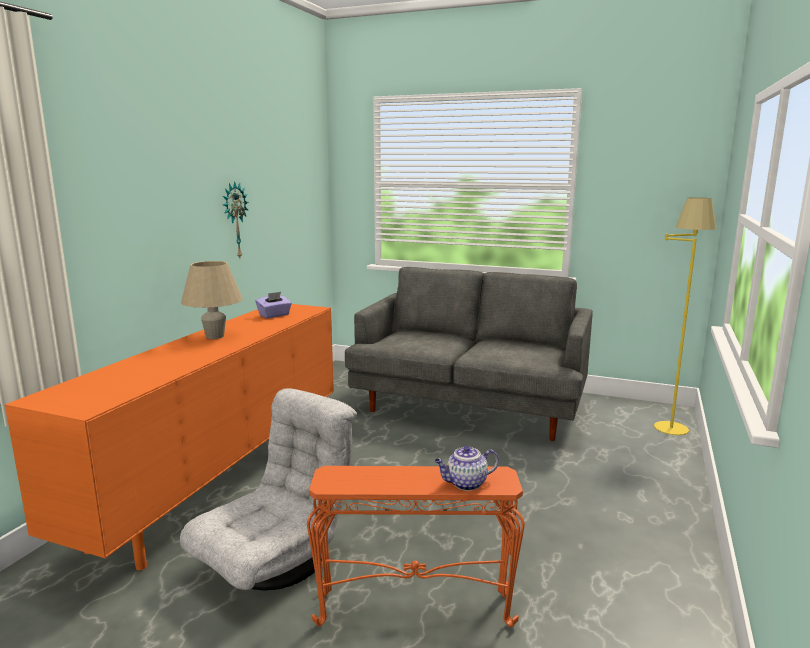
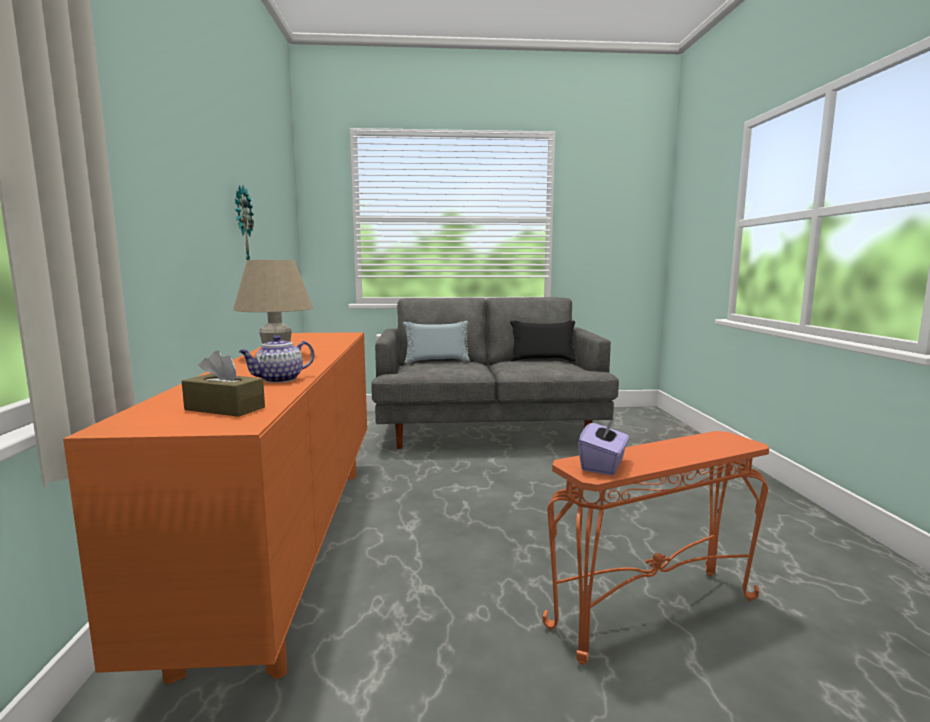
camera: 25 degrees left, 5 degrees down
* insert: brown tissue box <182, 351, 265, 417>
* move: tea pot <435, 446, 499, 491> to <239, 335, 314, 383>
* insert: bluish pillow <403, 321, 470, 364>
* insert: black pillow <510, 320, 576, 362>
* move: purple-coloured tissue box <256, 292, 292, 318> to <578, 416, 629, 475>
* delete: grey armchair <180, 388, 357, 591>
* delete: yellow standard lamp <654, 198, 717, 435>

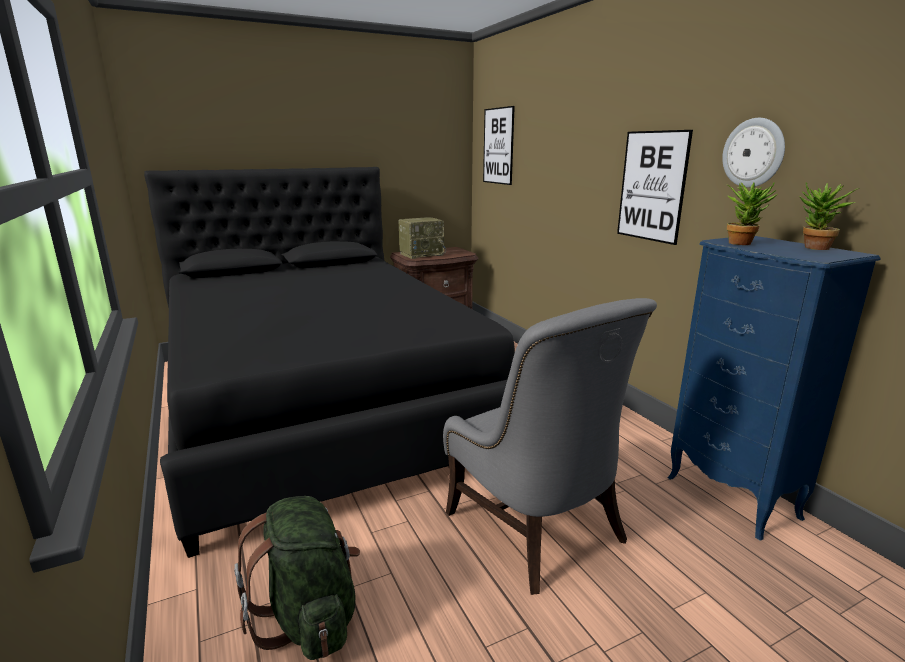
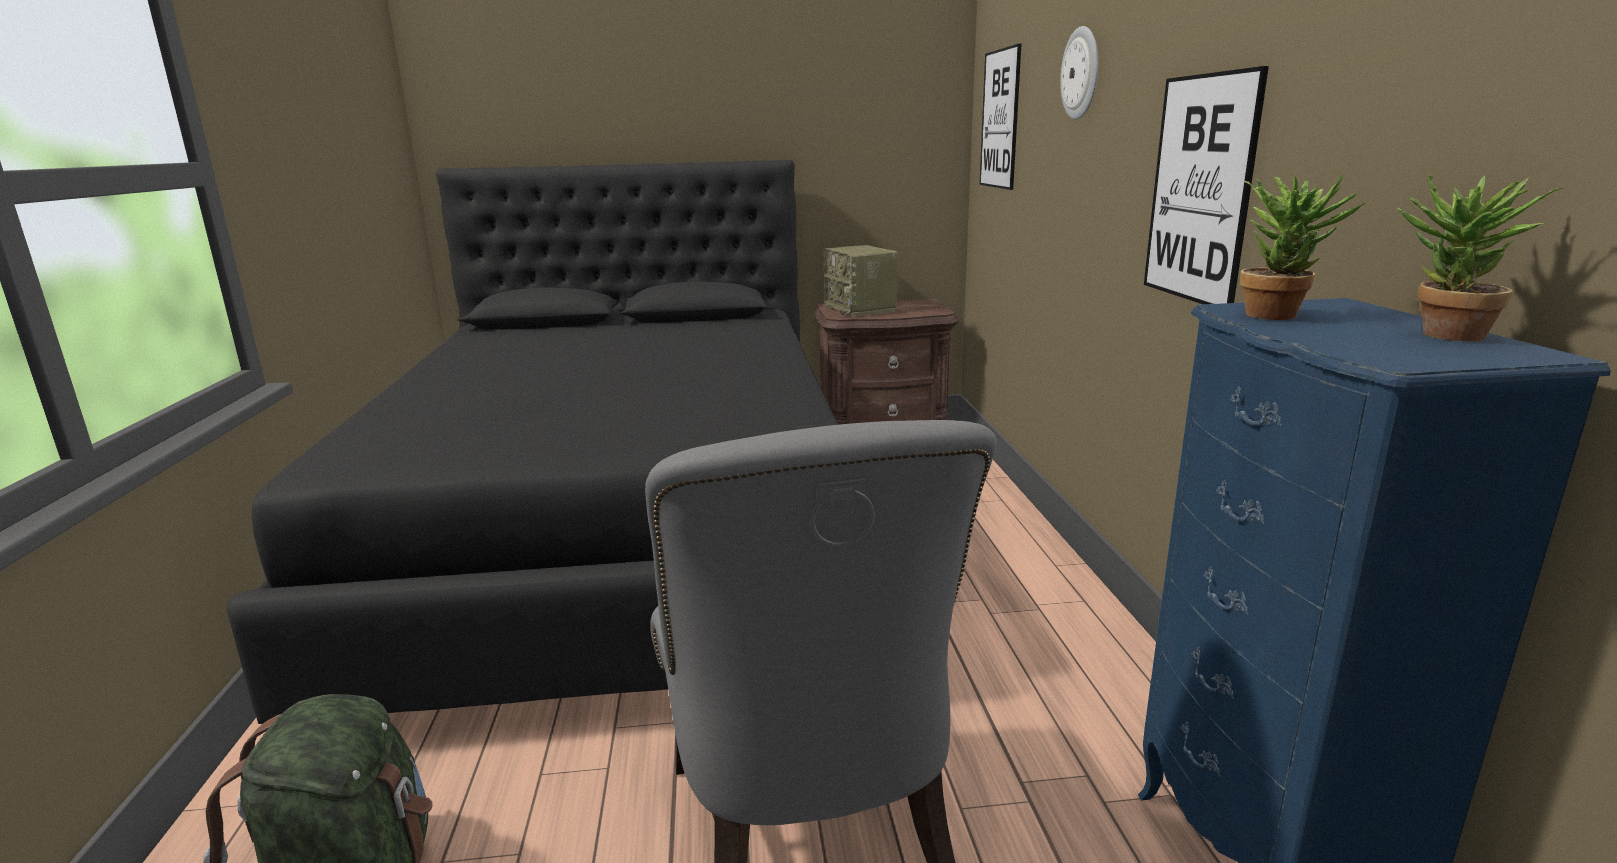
camera: 20 degrees right, 0 degrees up
* rotate: radio receiver <398, 217, 446, 259> = <824, 245, 898, 317> 75 degrees clockwise
* move: clock on the wall <722, 118, 785, 188> to <1060, 26, 1098, 119>

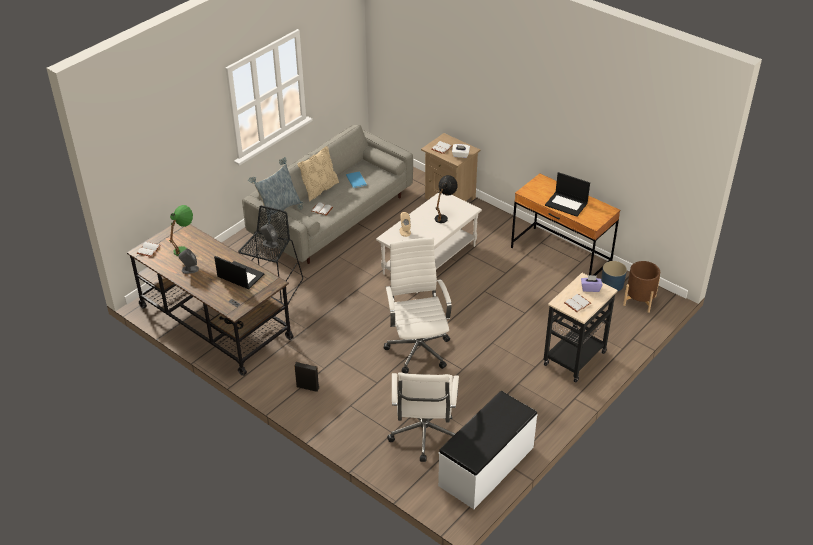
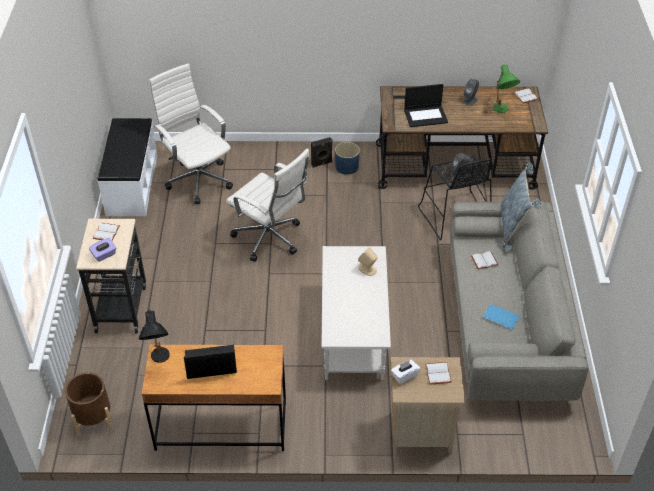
camera: 140 degrees right, 5 degrees up
* move: black table lamp <435, 175, 458, 223> to <139, 310, 170, 363>
* move: bluish flower pot <601, 261, 627, 292> to <335, 142, 360, 175>
* delete: beige-coloured pillow <297, 146, 339, 202>

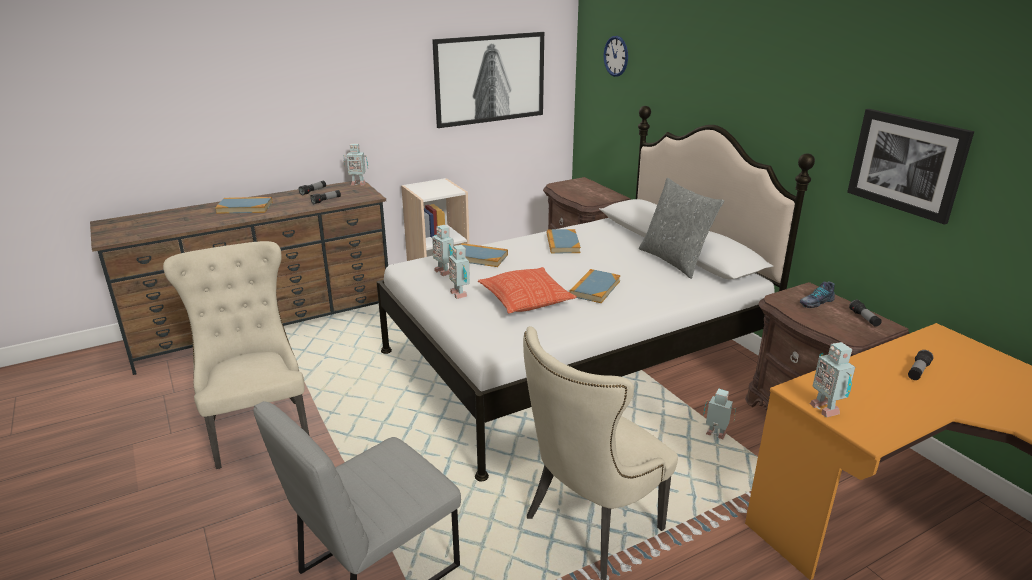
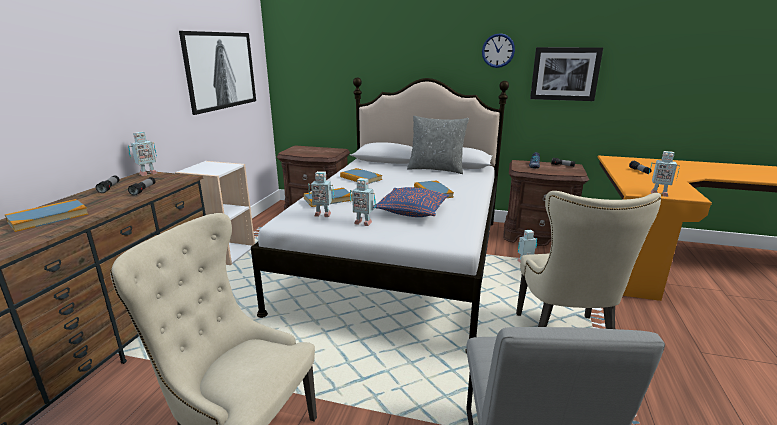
camera: 45 degrees left, 5 degrees down
* recolor: orange-coloured pillow <478, 267, 577, 314> to bluish pillow <373, 187, 449, 217>
* move: clock on the wall <604, 36, 628, 77> to <482, 33, 515, 68>

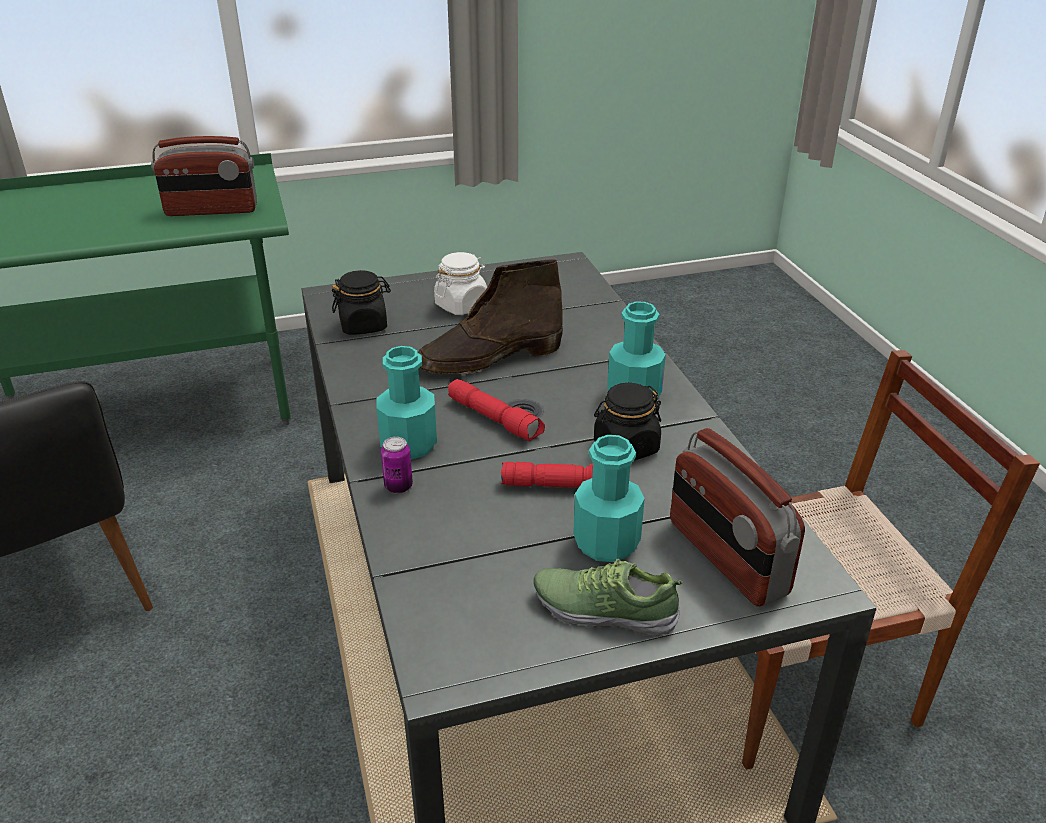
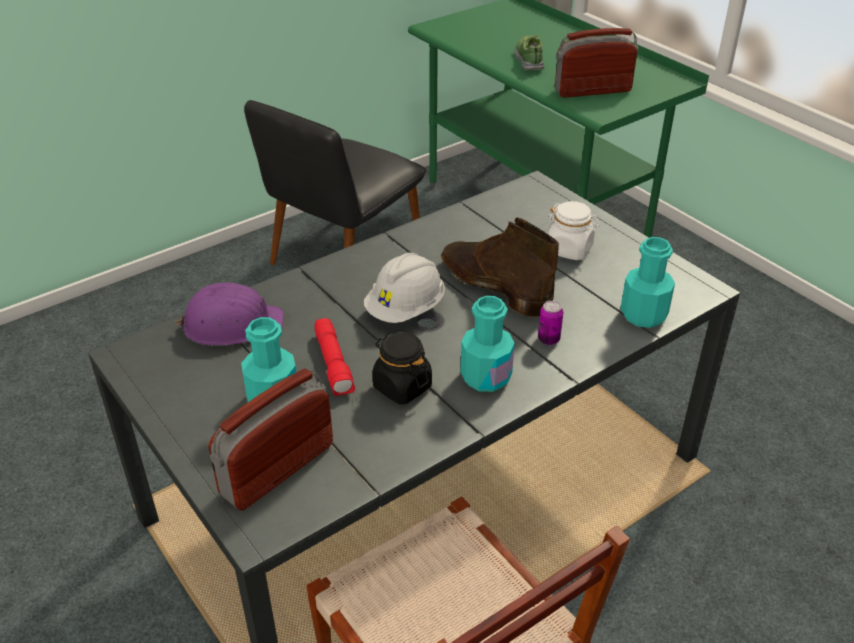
camera: 70 degrees right, 5 degrees up
* insert: purple-coloured hard hat <175, 283, 284, 346>
* replace: red hand torch <448, 379, 545, 442> to white hard hat <364, 253, 445, 323>
* move: shoe <533, 559, 683, 636> to <514, 35, 544, 71>
* move: sealed can <381, 437, 413, 494> to <538, 301, 563, 345>
* rotate: radio receiver <151, 136, 257, 216> = <555, 28, 638, 98> 105 degrees clockwise
* move: turquoise drink bottle <377, 346, 437, 460> to <621, 237, 675, 328>
* delete: black jar <332, 270, 391, 335>

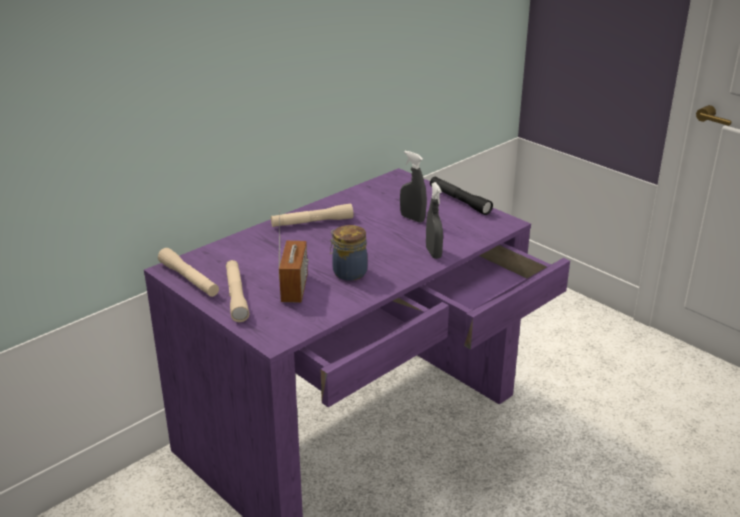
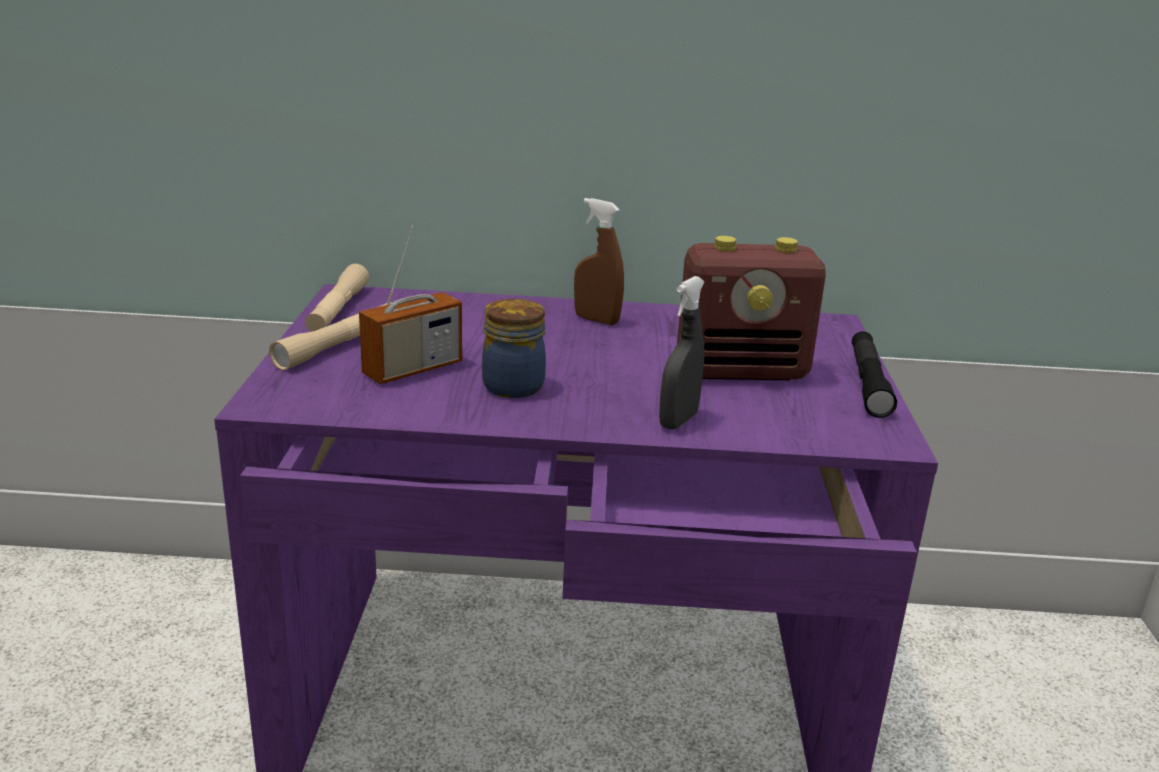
camera: 45 degrees right, 5 degrees down
* replace: beige-coloured hand torch <271, 203, 354, 227> to brown hand sprayer <574, 198, 624, 325>
* replace: grey hand sprayer <400, 151, 427, 223> to radio receiver <677, 236, 826, 380>

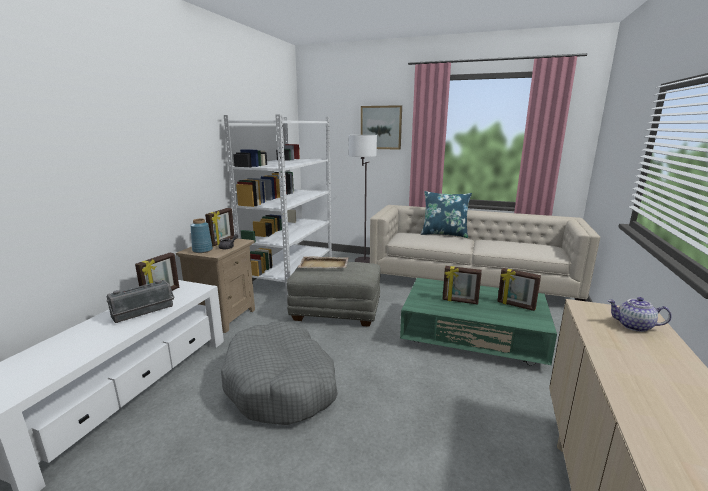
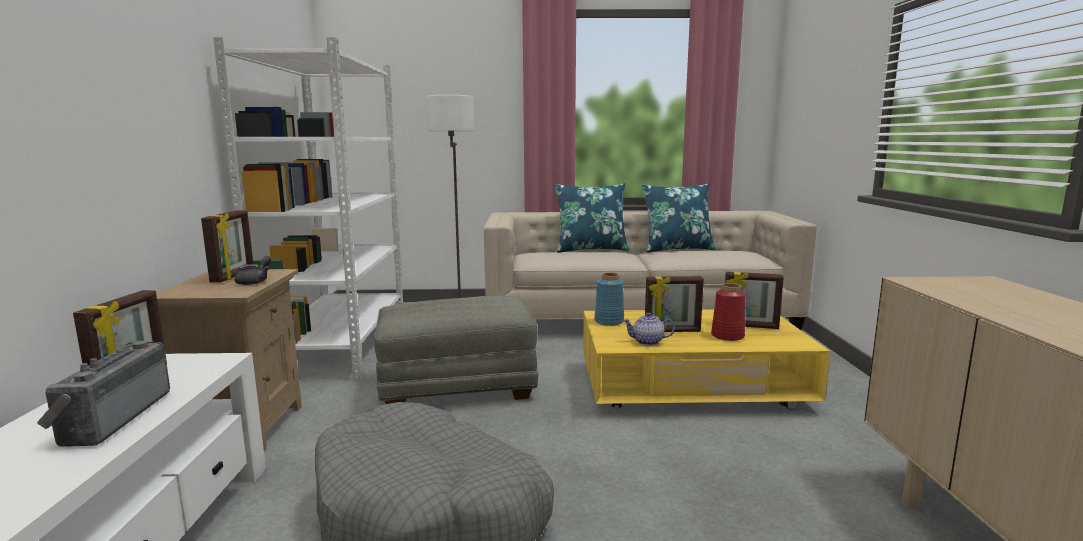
camera: 20 degrees left, 5 degrees down
* rotate: radio receiver <107, 280, 174, 323> = <37, 341, 170, 447> 150 degrees clockwise
* recolor: green lounge table <400, 278, 557, 366> to yellow lounge table <583, 309, 830, 410>
* move: bluish decorative vase <190, 219, 213, 253> to <594, 272, 624, 326>
* move: tea pot <608, 297, 672, 332> to <623, 312, 675, 346>
* insert: bluish pillow <641, 183, 716, 253>
* insert: red decorative vase <711, 283, 745, 341>
* delete: beige-coloured tray <297, 256, 349, 268>
* delete: wall picture <361, 105, 402, 150>

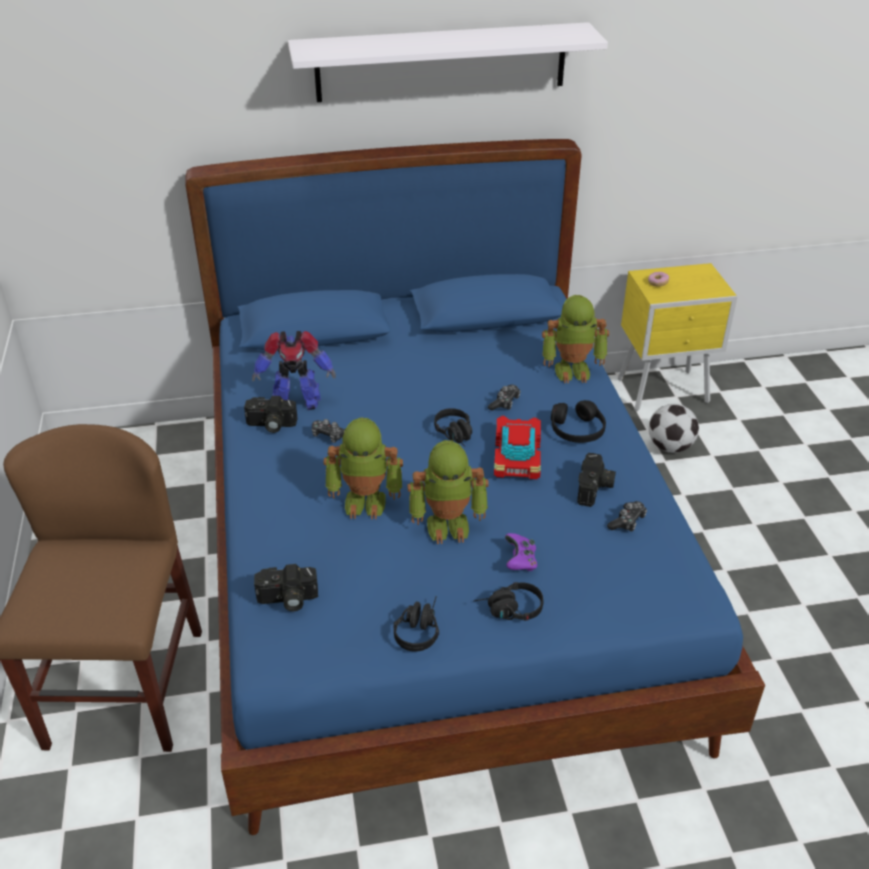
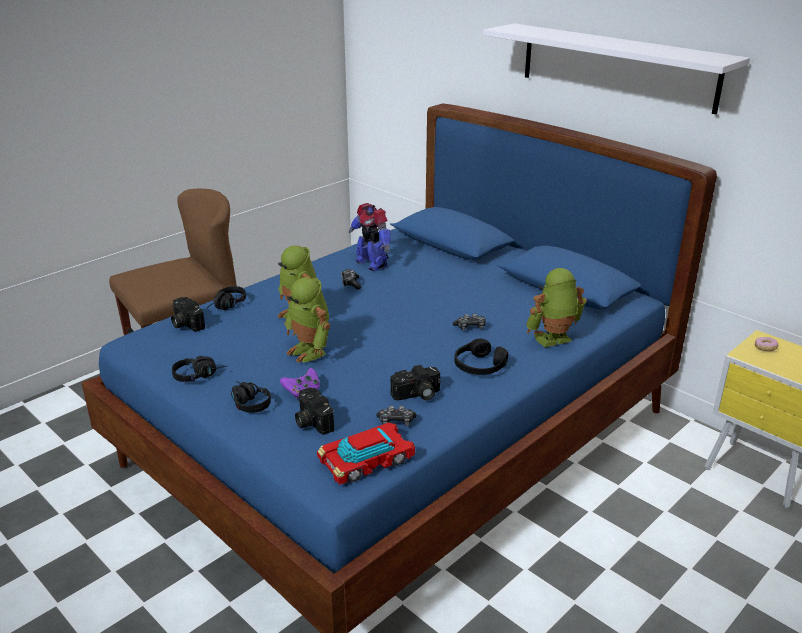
camera: 55 degrees right, 10 degrees down
* move: black headset <434, 408, 472, 447> to <207, 286, 246, 310>
* move: still camera <244, 396, 298, 433> to <295, 387, 334, 435>
* move: model car <494, 416, 541, 479> to <317, 422, 415, 485>
* rotate: model robot <542, 295, 609, 383> = <526, 268, 587, 347> 105 degrees clockwise
* delete: football <649, 404, 699, 453>

